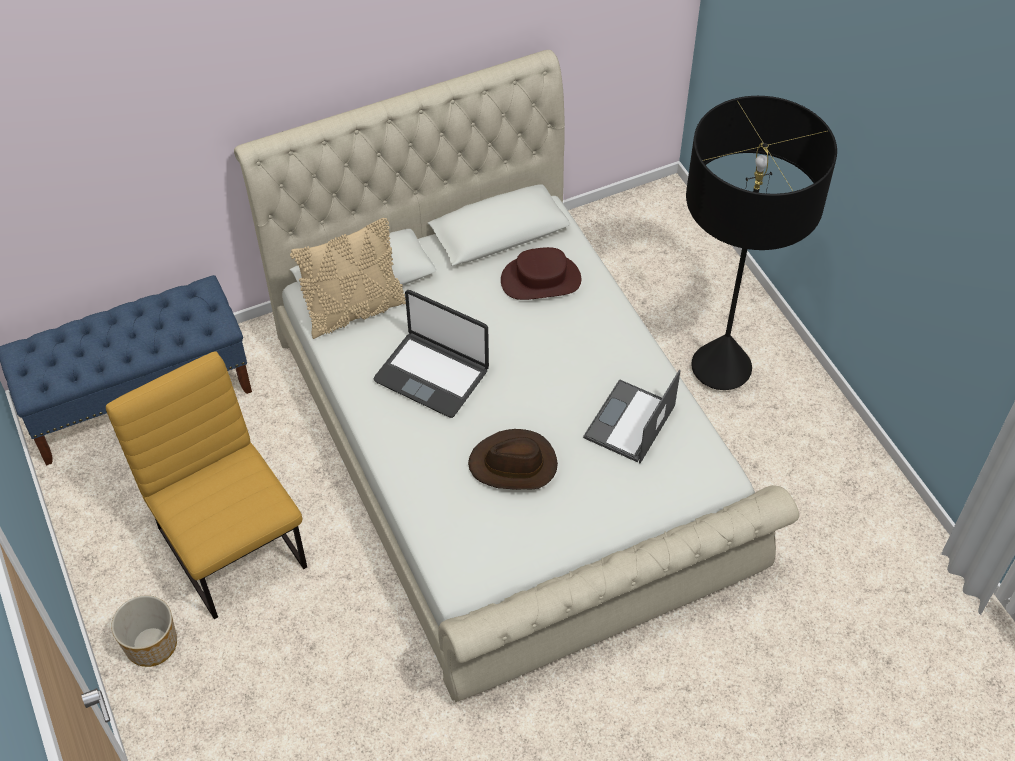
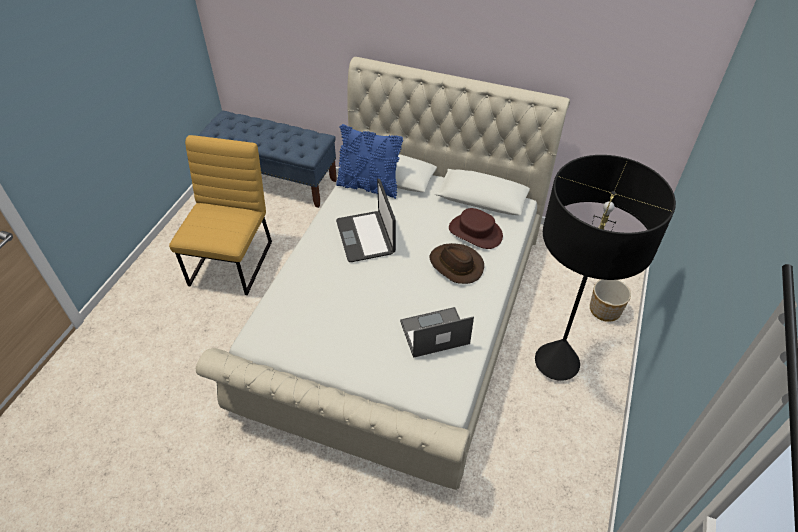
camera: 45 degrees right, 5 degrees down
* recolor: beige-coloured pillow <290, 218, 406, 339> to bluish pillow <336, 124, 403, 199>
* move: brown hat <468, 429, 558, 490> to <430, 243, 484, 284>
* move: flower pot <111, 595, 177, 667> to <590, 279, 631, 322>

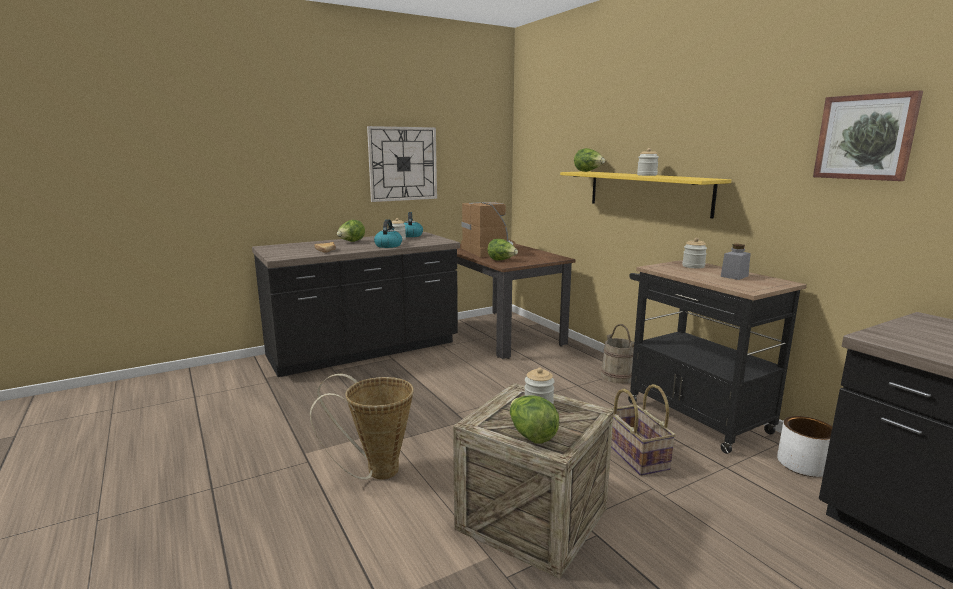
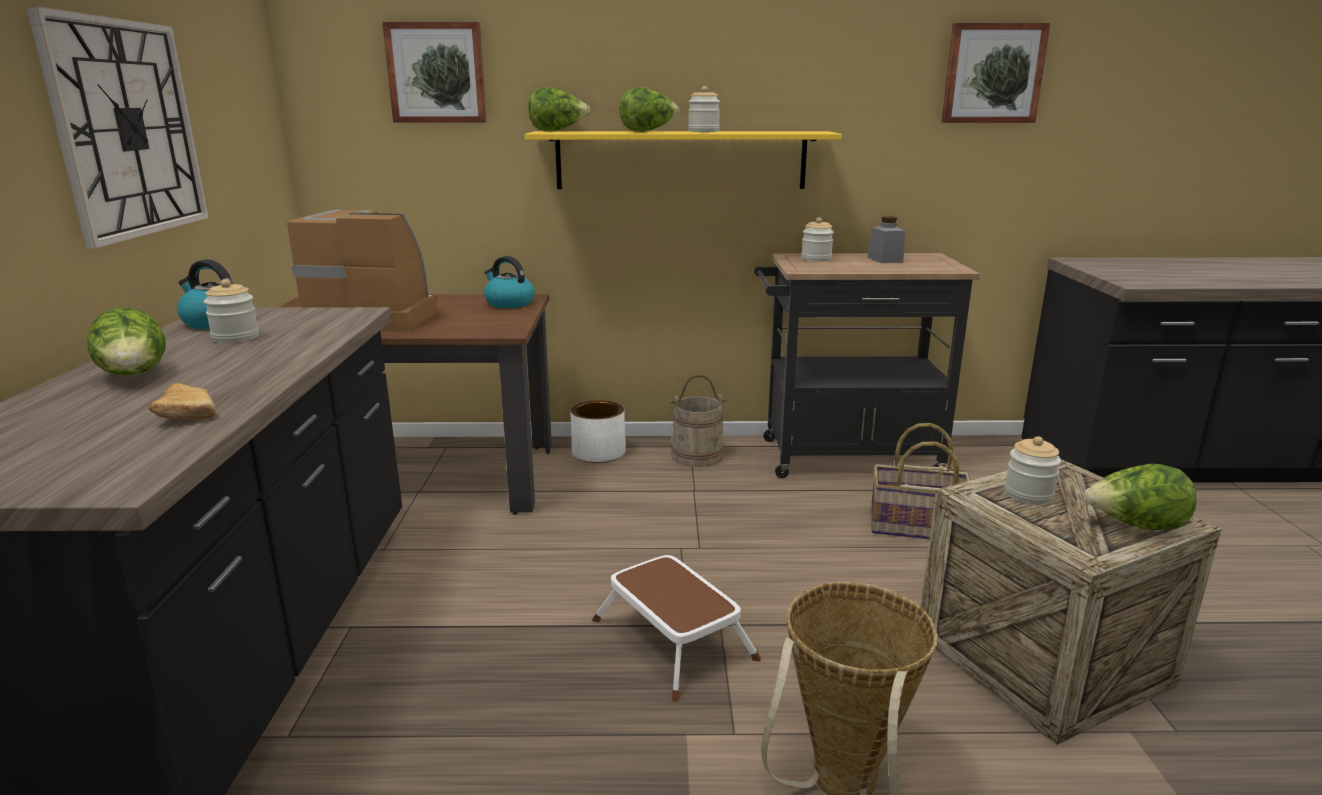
camera: 60 degrees left, 5 degrees up
* insert: wall picture <382, 22, 486, 122>
* move: water kettle <374, 219, 402, 248> to <484, 256, 535, 308>
* move: white flower pot <777, 416, 833, 477> to <571, 400, 626, 463>
* insert: brown step stool <592, 555, 761, 702>
* move: lettuce head <487, 239, 518, 261> to <620, 87, 680, 132>

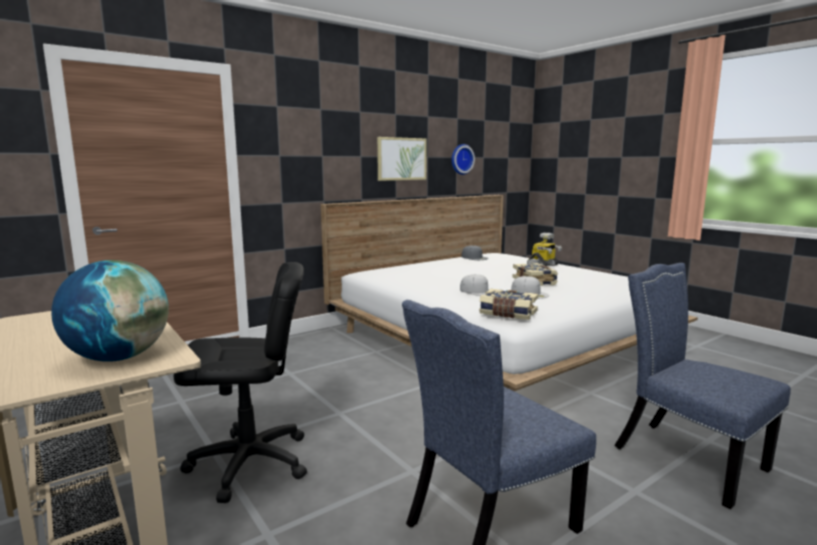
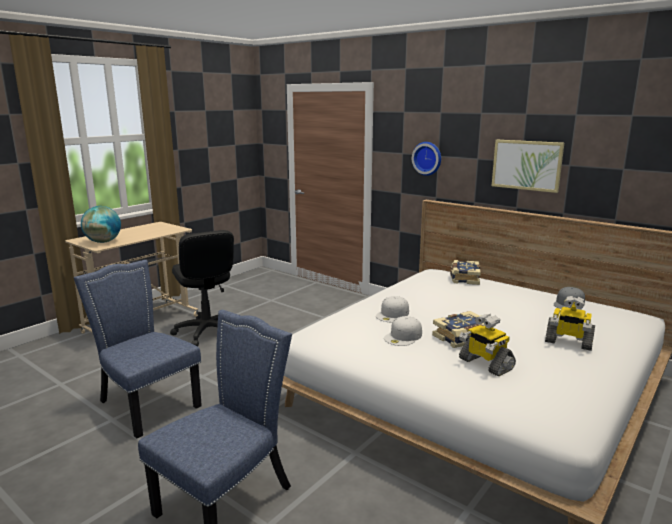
camera: 75 degrees right, 5 degrees up
* move: clock on the wall <452, 144, 475, 175> to <412, 142, 441, 176>
* move: volume <479, 289, 538, 320> to <450, 260, 481, 285>
* insert: model robot <459, 314, 516, 376>

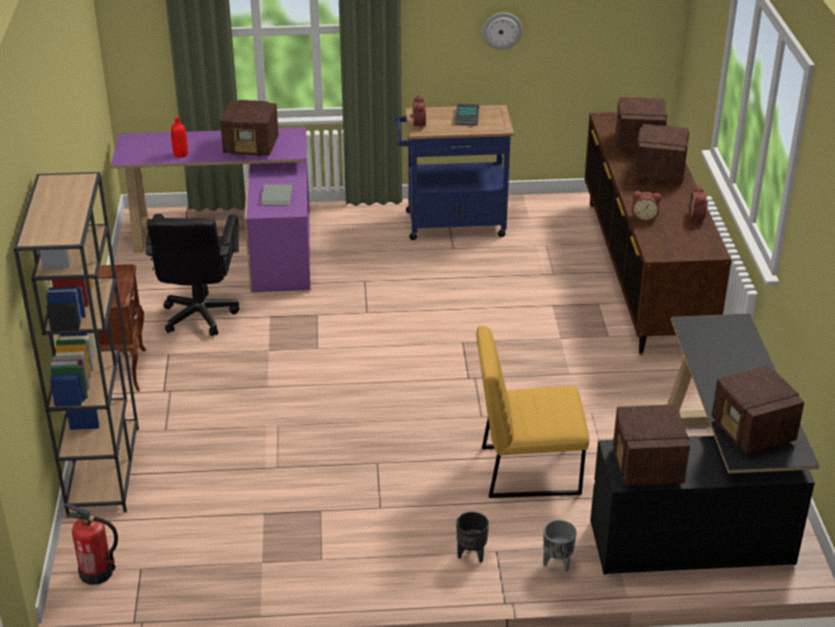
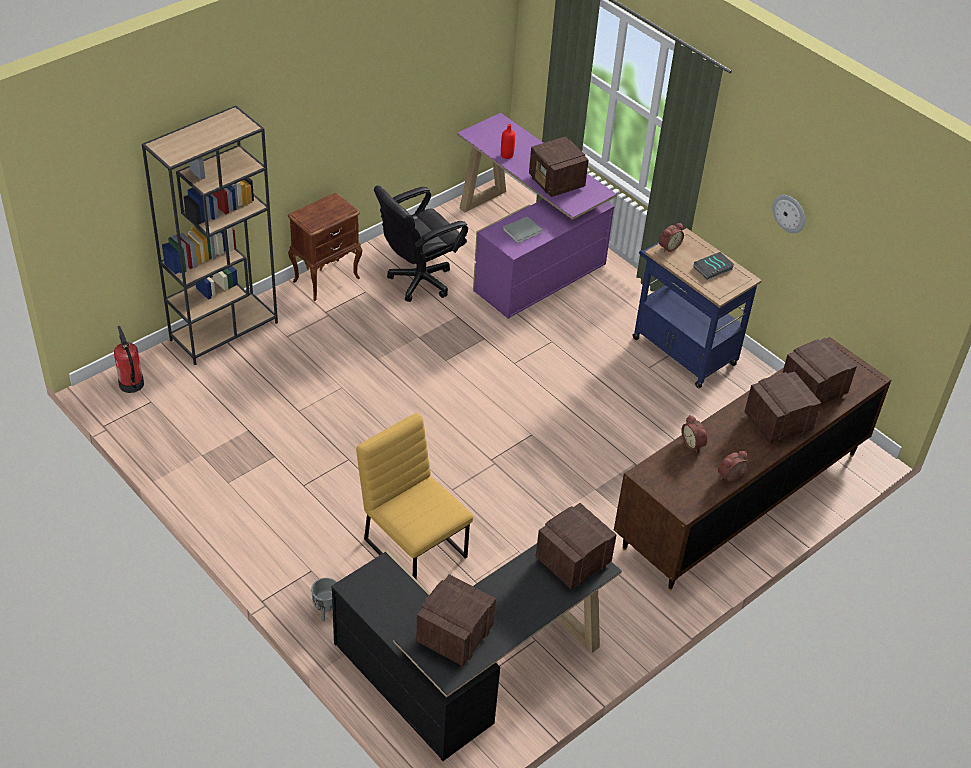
camera: 50 degrees right, 10 degrees up
* move: radio receiver <613, 404, 690, 486> to <535, 503, 617, 589>
* delete: black flower pot <456, 512, 489, 563>

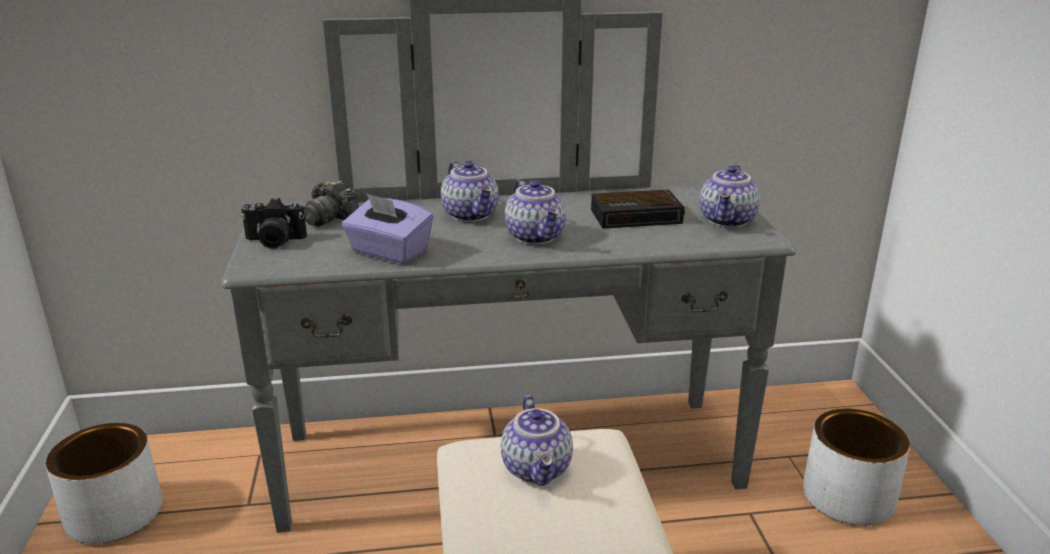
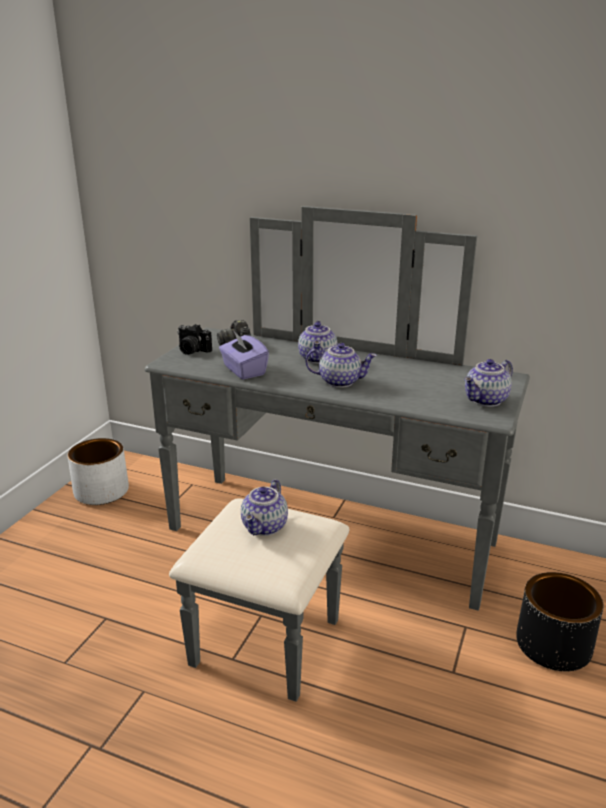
camera: 30 degrees right, 0 degrees up
* rotate: tea pot <505, 179, 566, 245> = <305, 343, 377, 388> 90 degrees counterclockwise
* recolor: white flower pot <803, 409, 910, 525> to black flower pot <516, 572, 604, 672>
* delete: bedside clock <591, 190, 685, 229>

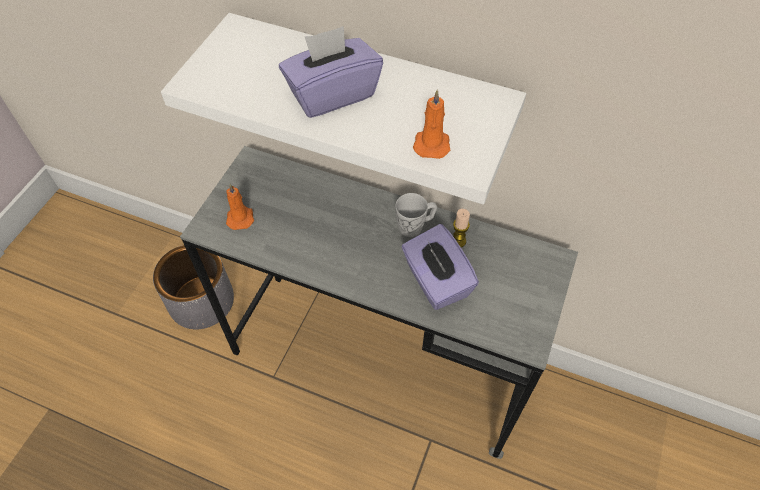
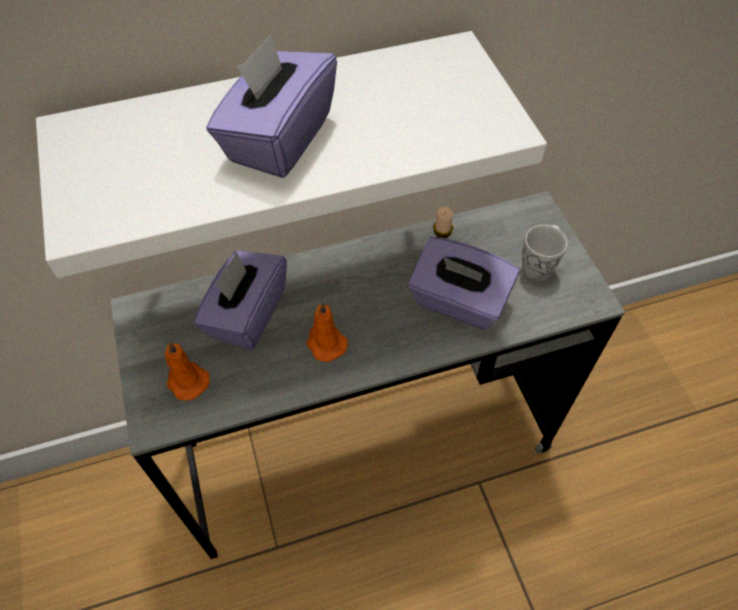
camera: 40 degrees left, 0 degrees up
* insert: purple-coloured tissue box <193, 251, 287, 350>
* move: orange-coloured wax light <413, 90, 450, 159> to <306, 302, 348, 362>
* move: white tea mug <395, 193, 437, 237> to <522, 225, 567, 281>
* delete: grey flower pot <153, 245, 234, 330>

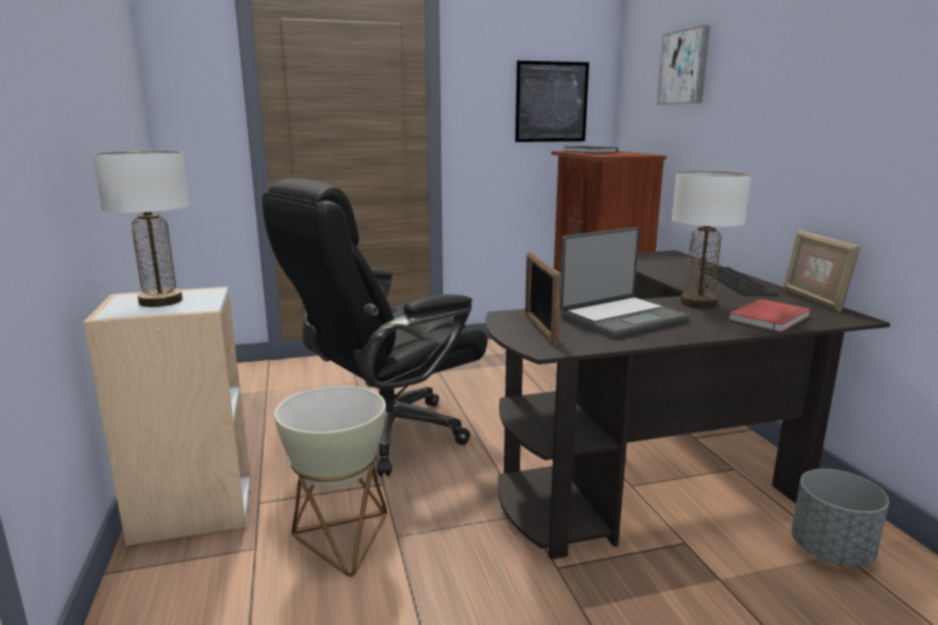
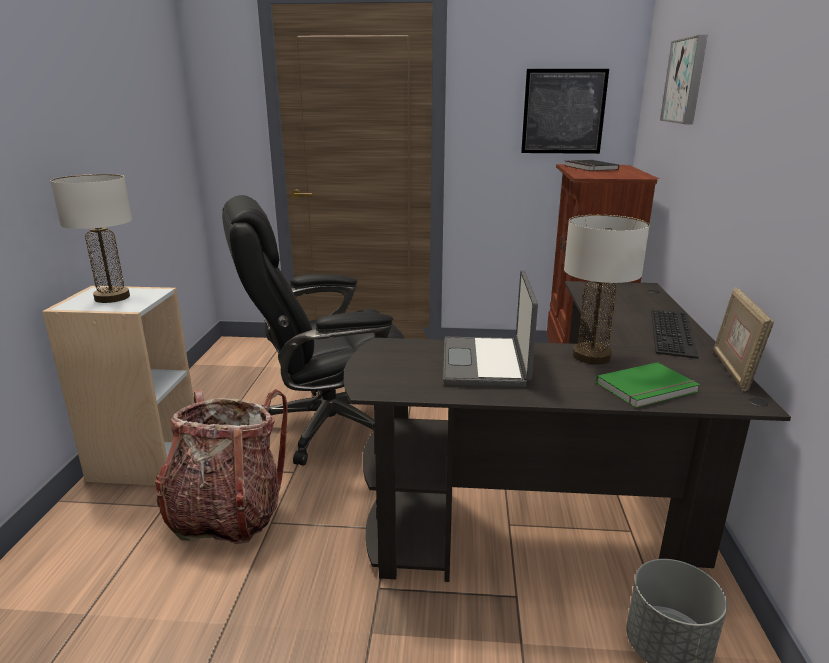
camera: 20 degrees right, 5 degrees up
* replace: flower pot <274, 385, 387, 577> to rucksack <155, 389, 288, 544>
* rotate: notebook computer <560, 227, 689, 338> = <443, 270, 538, 388> 105 degrees clockwise
* recolor: red volume <728, 299, 811, 332> to green volume <596, 362, 700, 408>
* delete: photo frame <525, 252, 561, 346>

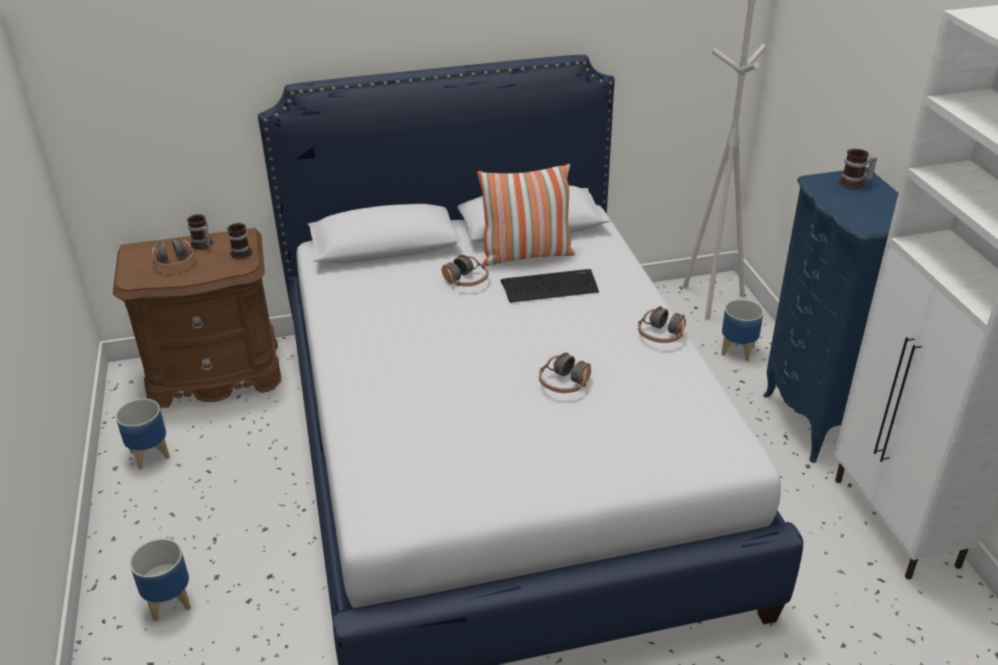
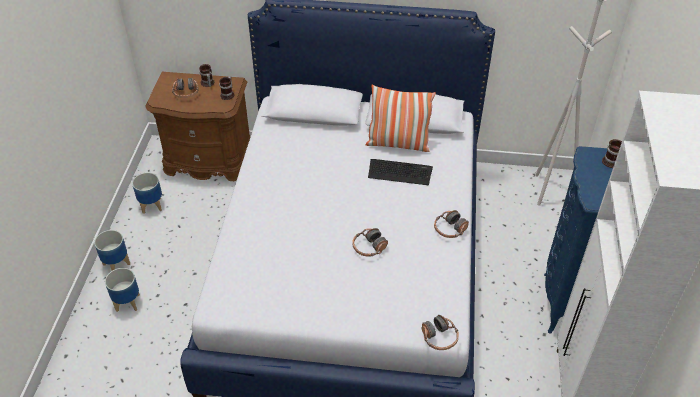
camera: 20 degrees right, 10 degrees up
* move: flower pot <721, 299, 764, 361> to <94, 230, 130, 271>
* move: headset <442, 255, 489, 287> to <422, 315, 459, 350>

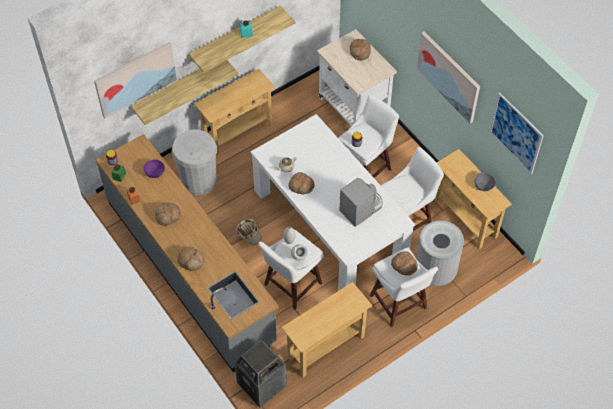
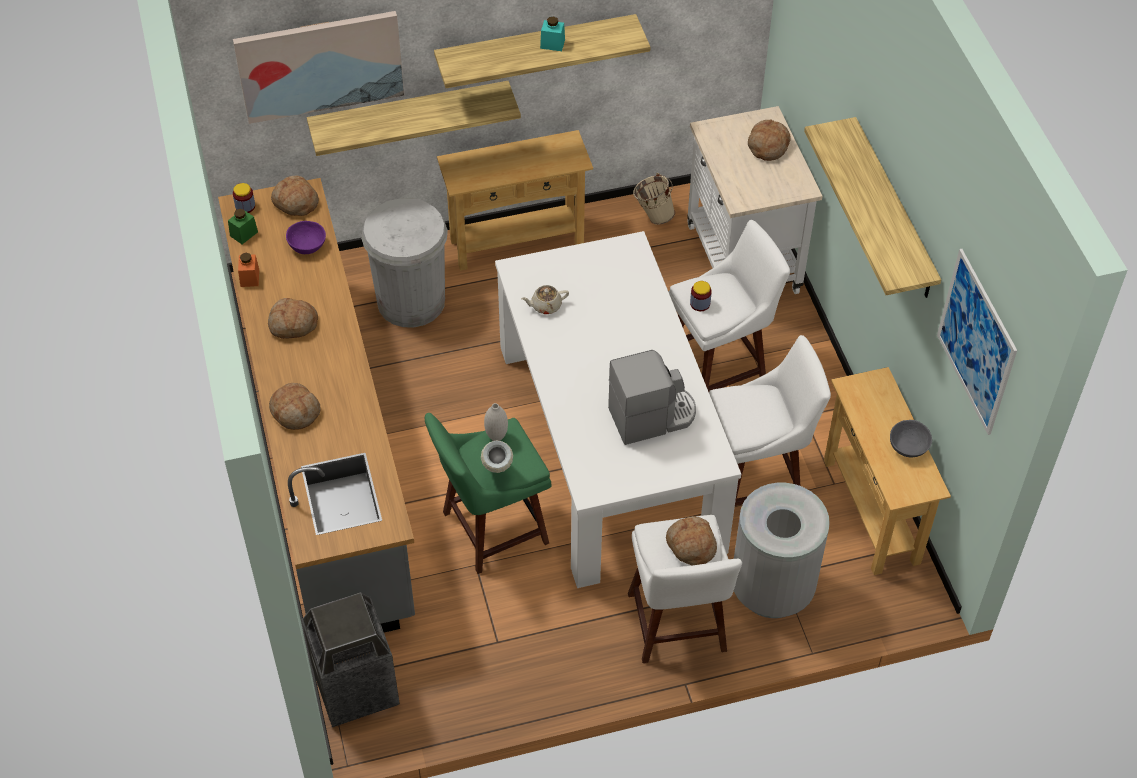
camera: 20 degrees right, 5 degrees down
* move: baked bread <289, 172, 315, 194> to <271, 175, 319, 216>
* recolor: white stool seat <258, 229, 324, 309> to green stool seat <425, 413, 551, 574>
* move: beige-coloured bucket <236, 218, 262, 245> to <633, 173, 675, 225>
* replace: wall picture <417, 31, 480, 123> to wall shelf <804, 117, 941, 298>
* delete: beige-coloured console table <282, 282, 373, 377>

